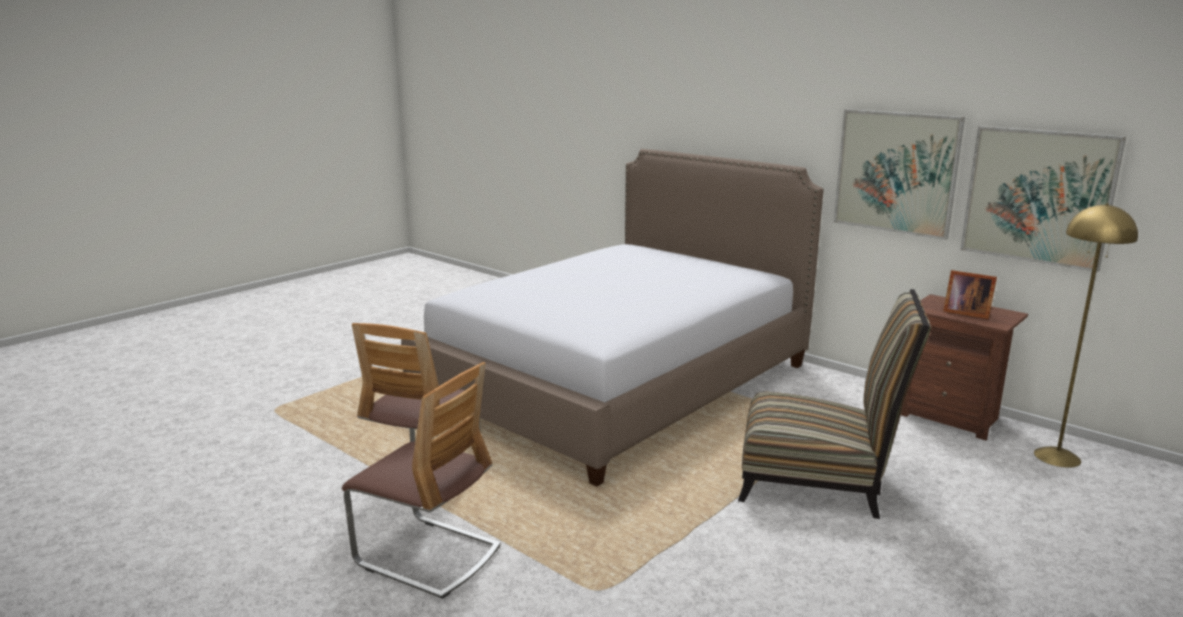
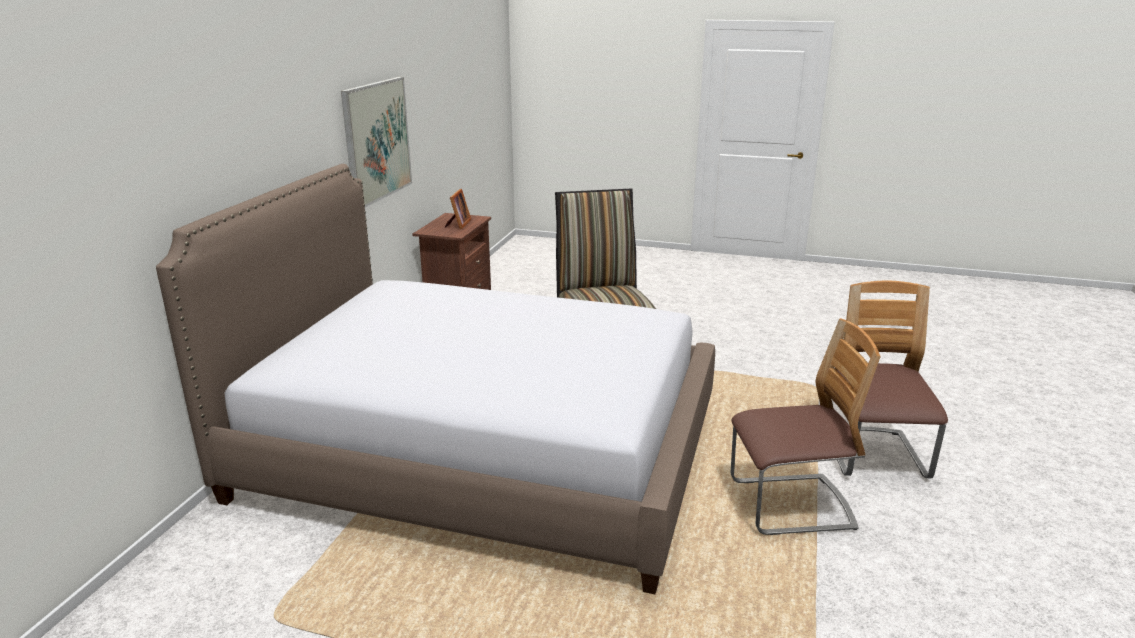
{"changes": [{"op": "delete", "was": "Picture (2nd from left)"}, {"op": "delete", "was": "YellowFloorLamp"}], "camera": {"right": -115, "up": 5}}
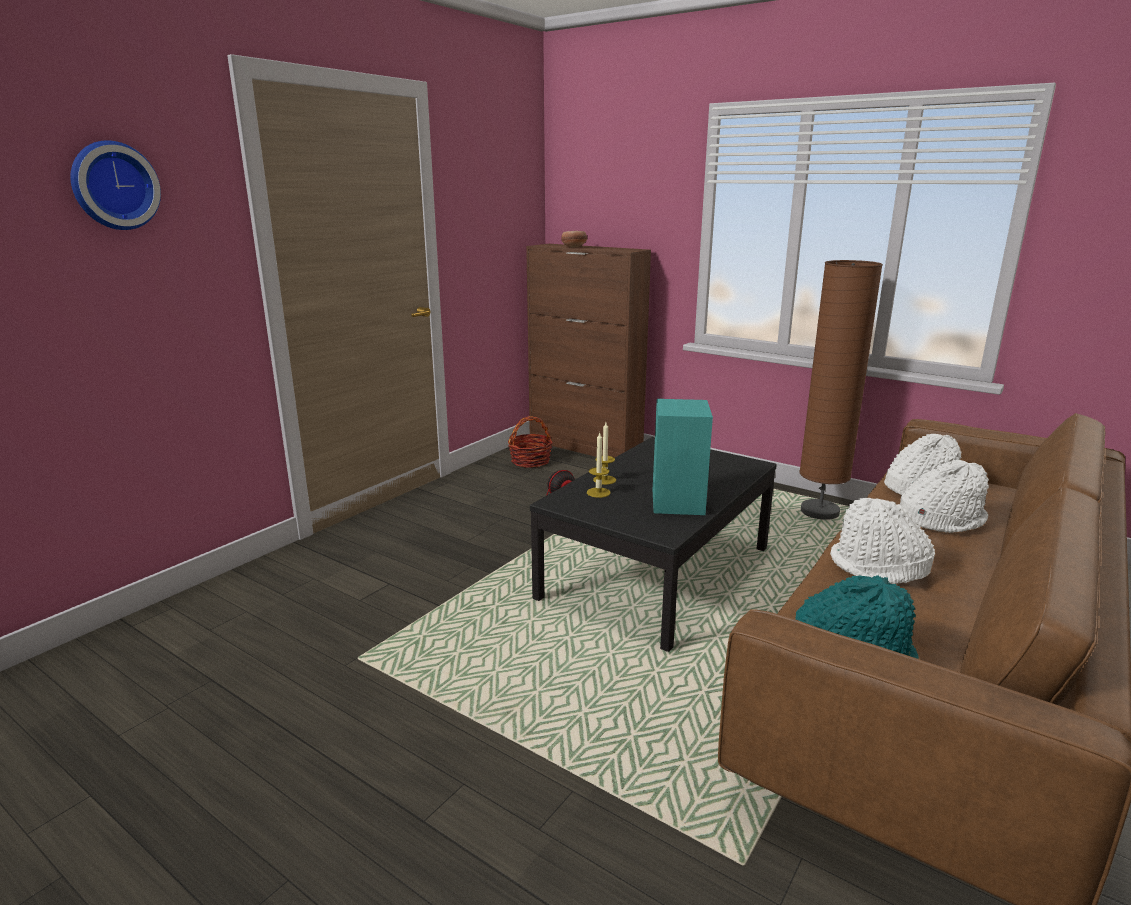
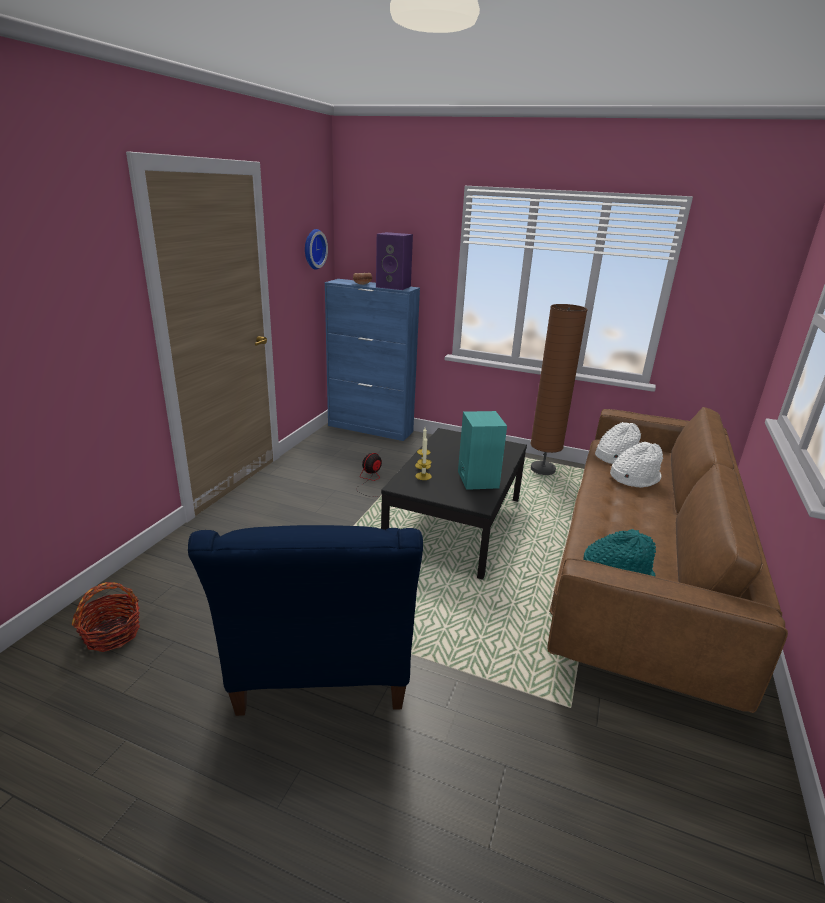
{"changes": [{"op": "delete", "was": "WhiteHat (1st from left)"}, {"op": "insert", "now": "BlueArmchair"}, {"op": "insert", "now": "PurpleSpeaker"}, {"op": "move", "was": "WallClock"}, {"op": "move", "was": "Basket"}, {"op": "recolor", "was": "BrownCabinet", "now": "BlueCabinet"}], "camera": {"right": -15, "up": 5}}
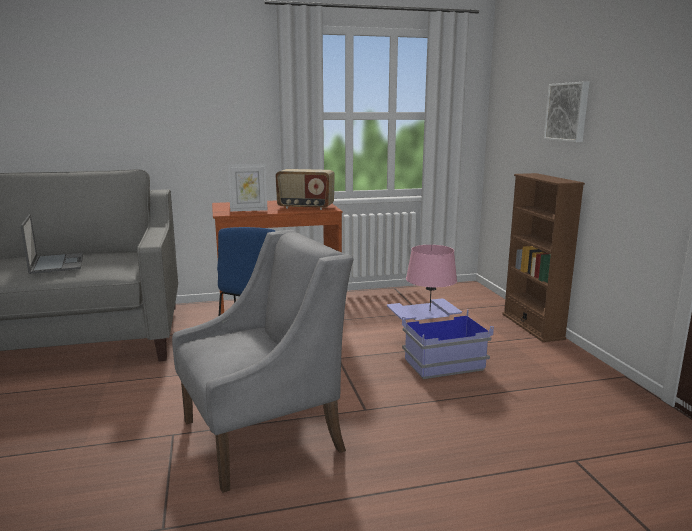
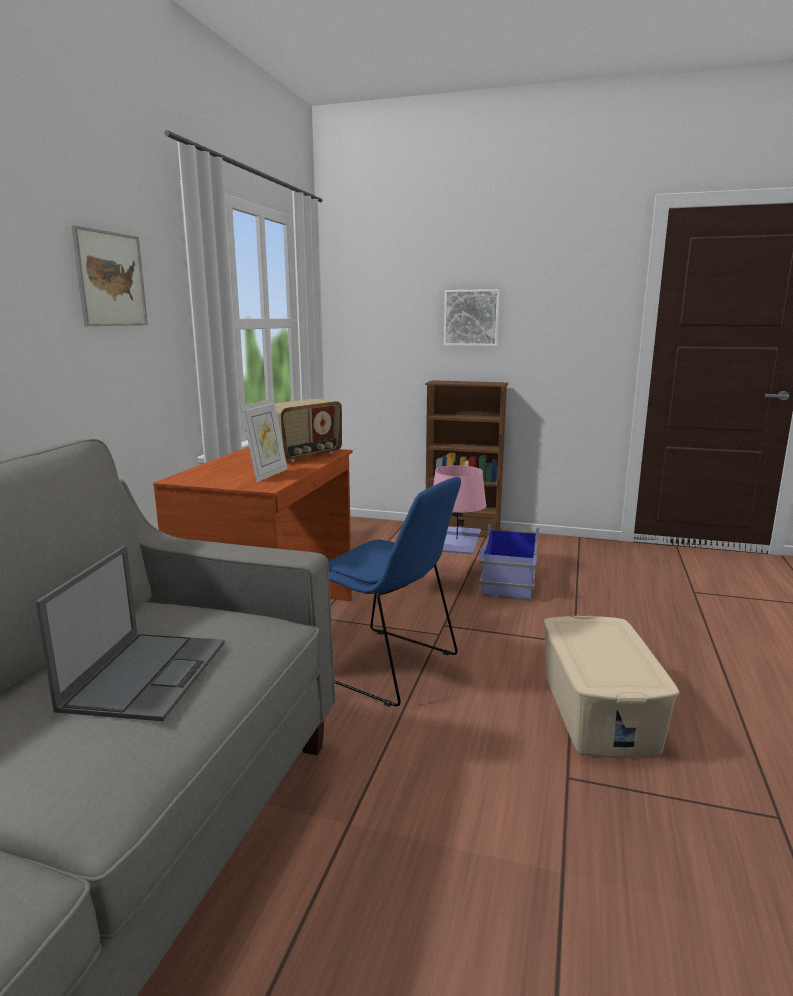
{"changes": [{"op": "insert", "now": "Picture (1st from left)"}, {"op": "replace", "was": "GreyArmchair", "now": "BeigeStorageBox"}, {"op": "rotate", "was": "Laptop", "clockwise": 90}], "camera": {"right": -60, "up": 0}}
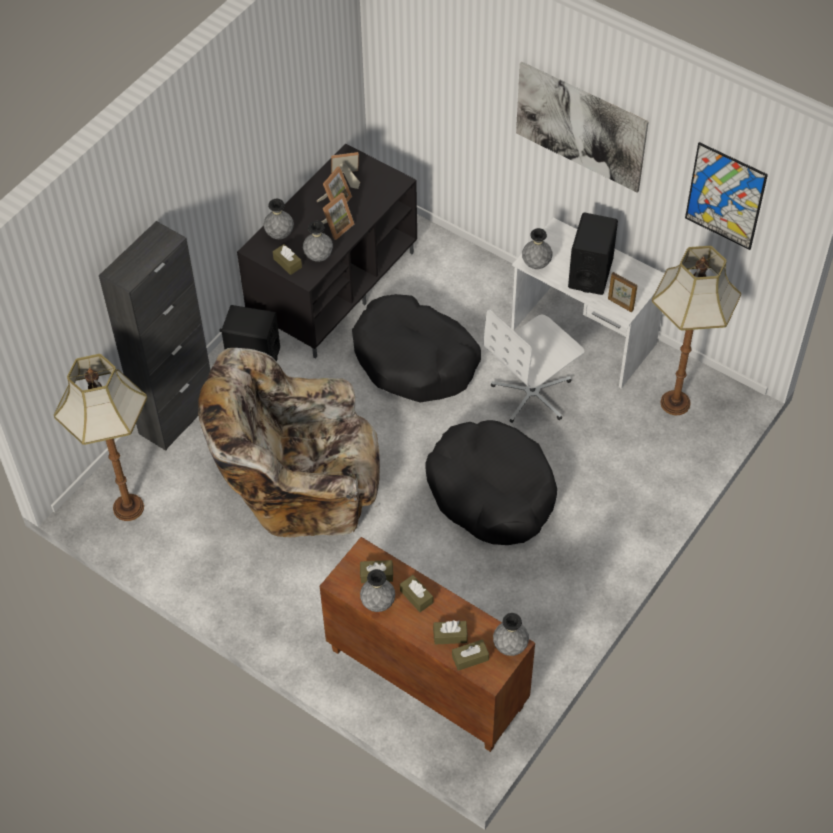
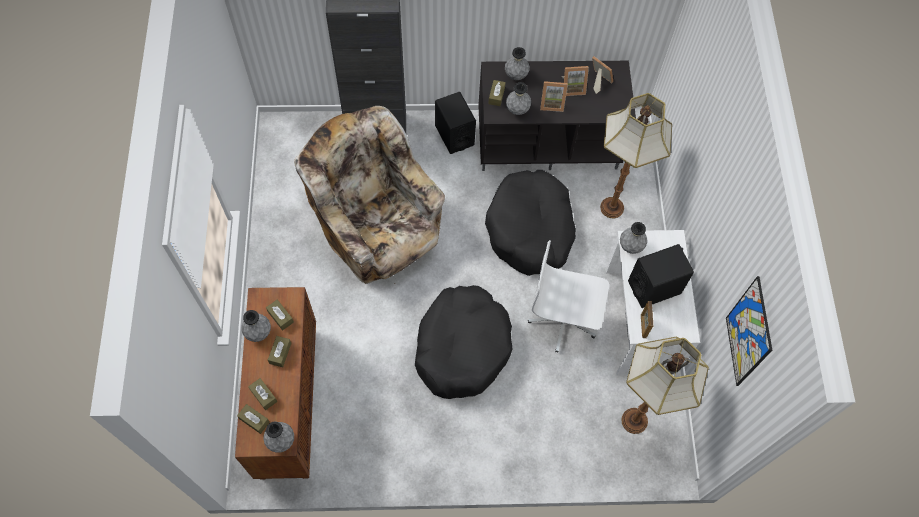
{"changes": [{"op": "delete", "was": "Picture (1st from left)"}, {"op": "move", "was": "FloorLamp (1st from left)"}], "camera": {"right": 50, "up": 10}}
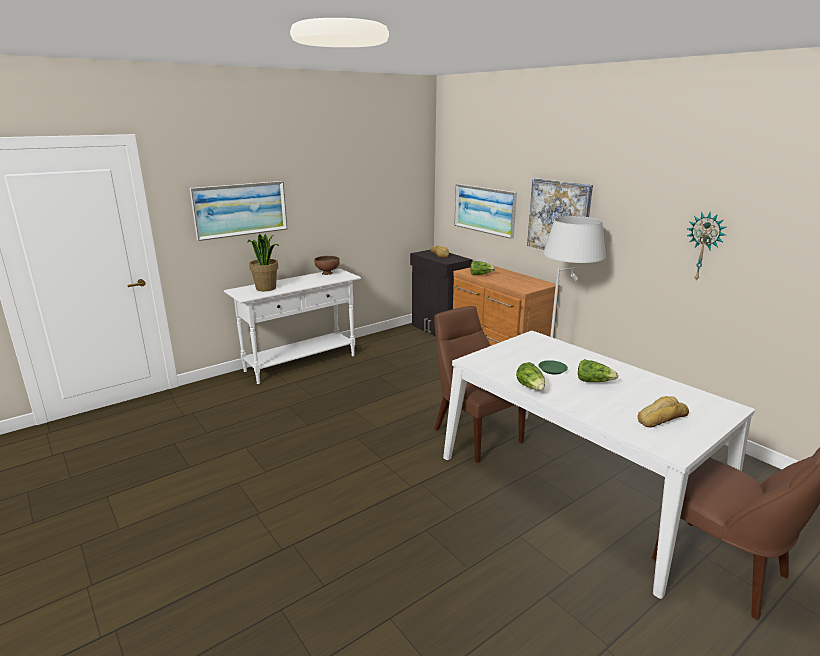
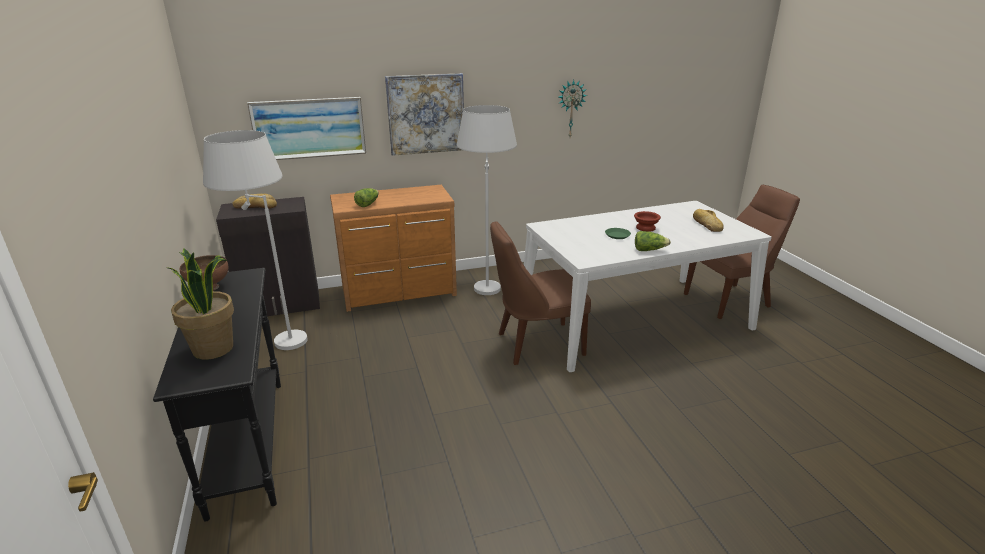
{"changes": [{"op": "delete", "was": "Picture (1st from left)"}, {"op": "insert", "now": "WhiteFloorLamp (1st from left)"}, {"op": "replace", "was": "Lettuce (3rd from left)", "now": "BrownBowl (2nd from left)"}, {"op": "recolor", "was": "WhiteConsoleTable", "now": "BlackConsoleTable"}], "camera": {"right": -70, "up": 5}}
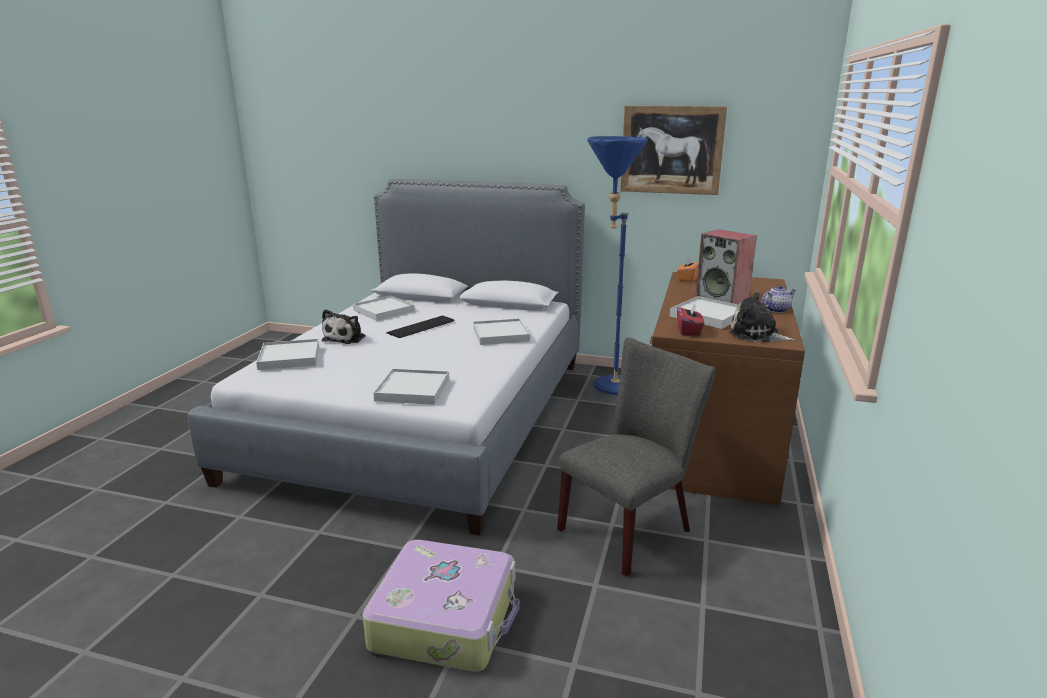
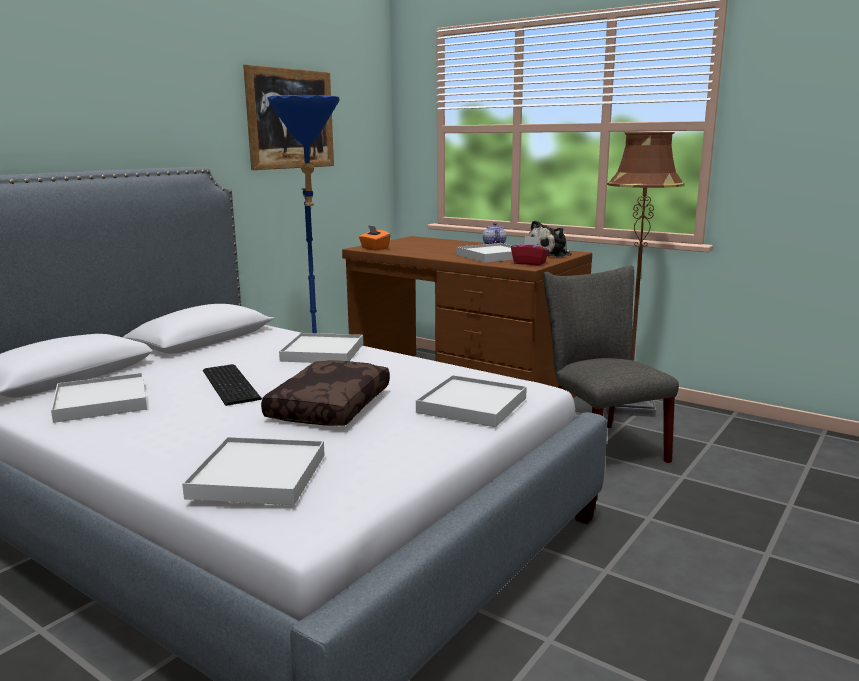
{"changes": [{"op": "delete", "was": "PlushToy (1st from left)"}, {"op": "delete", "was": "Suitcase"}, {"op": "delete", "was": "Speaker"}, {"op": "insert", "now": "BrownPillow"}, {"op": "insert", "now": "BrownFloorLamp"}], "camera": {"right": -70, "up": -5}}
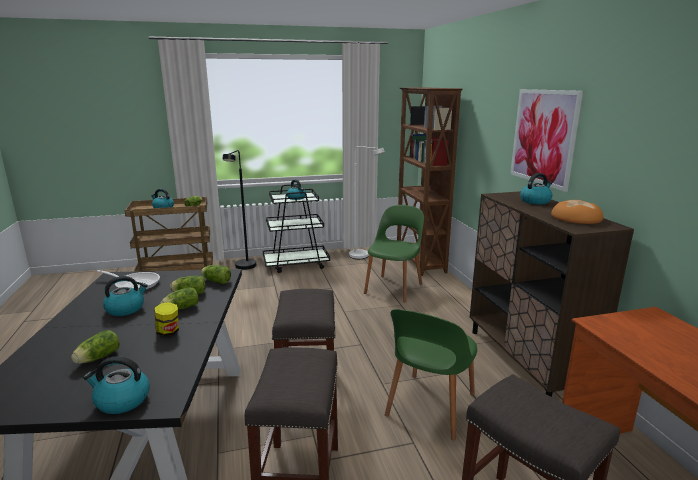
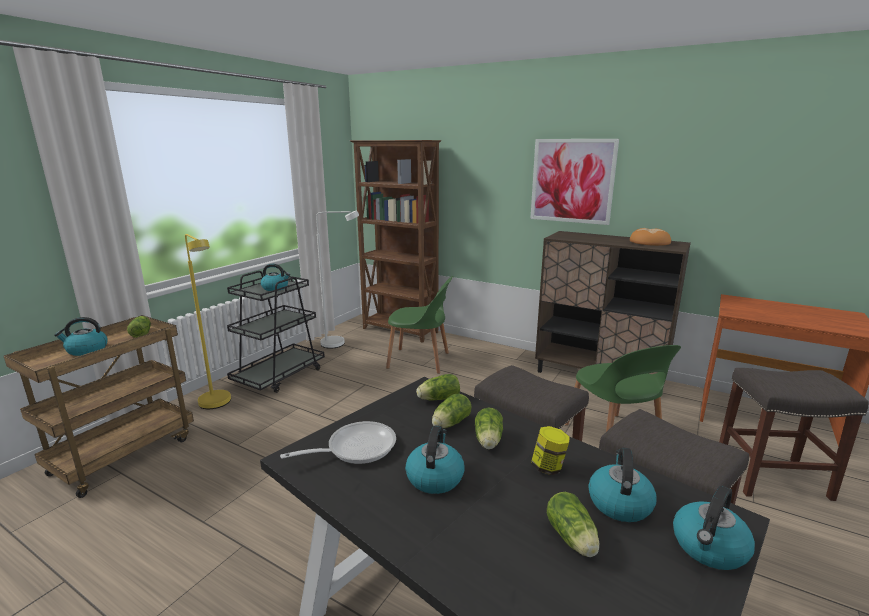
{"changes": [{"op": "move", "was": "Kettle (5th from left in the first image)", "now": "Kettle (4th from left)"}, {"op": "recolor", "was": "BlackFloorLamp", "now": "YellowFloorLamp"}, {"op": "rotate", "was": "GreenChair (1st from left)", "clockwise": 120}], "camera": {"right": -45, "up": 0}}
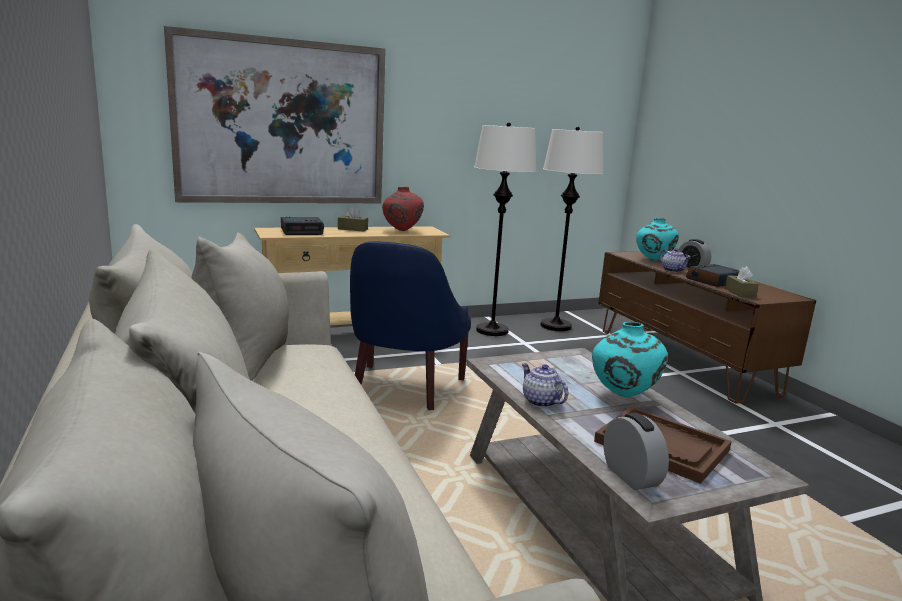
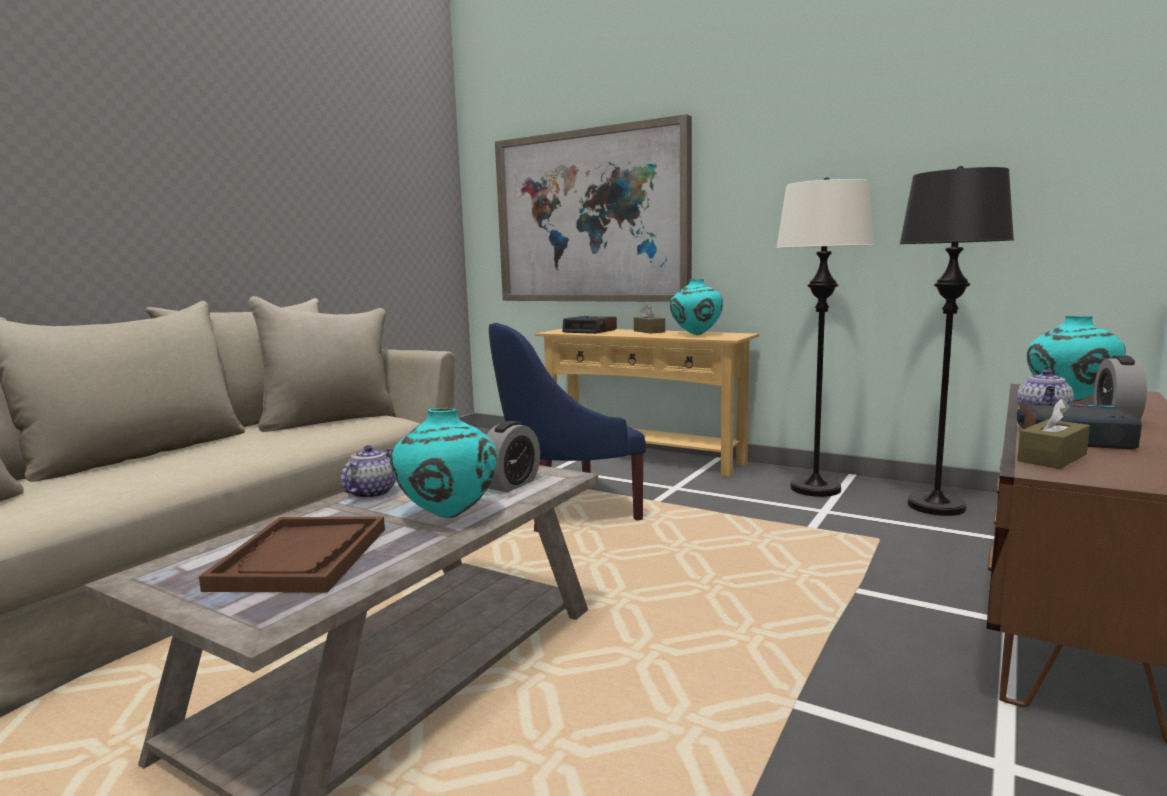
{"changes": [{"op": "move", "was": "AlarmClock (2nd from left in the first image)", "now": "AlarmClock (1st from left)"}, {"op": "recolor", "was": "RedVase", "now": "TurquoiseVase (2nd from left)"}, {"op": "recolor", "was": "WhiteFloorLamp (2nd from left)", "now": "BlackFloorLamp"}], "camera": {"right": 55, "up": -5}}
